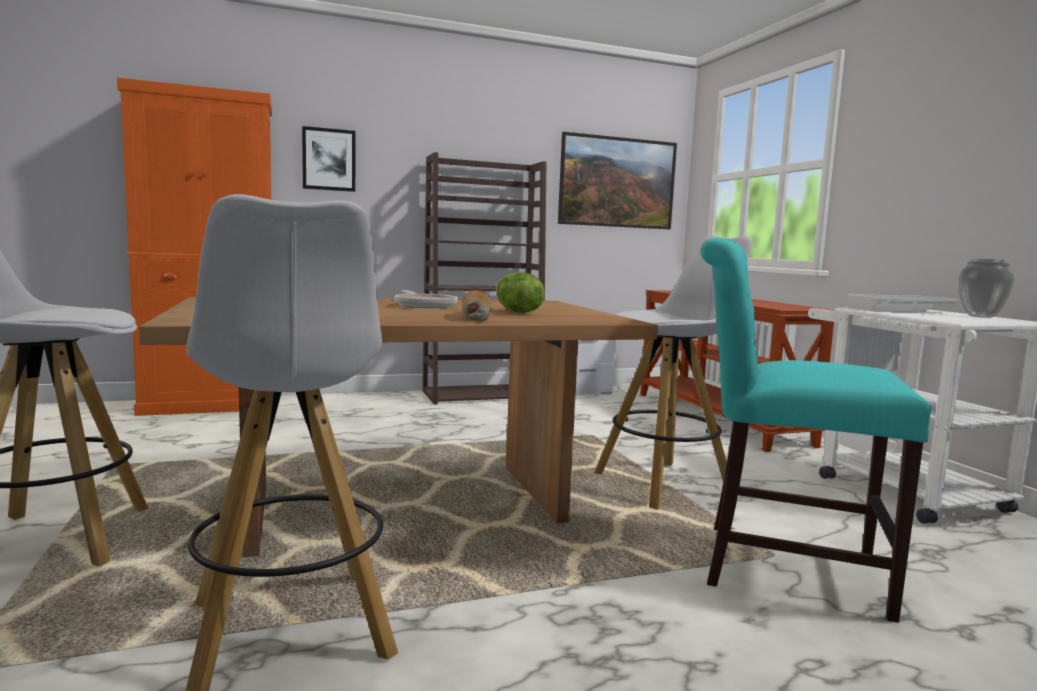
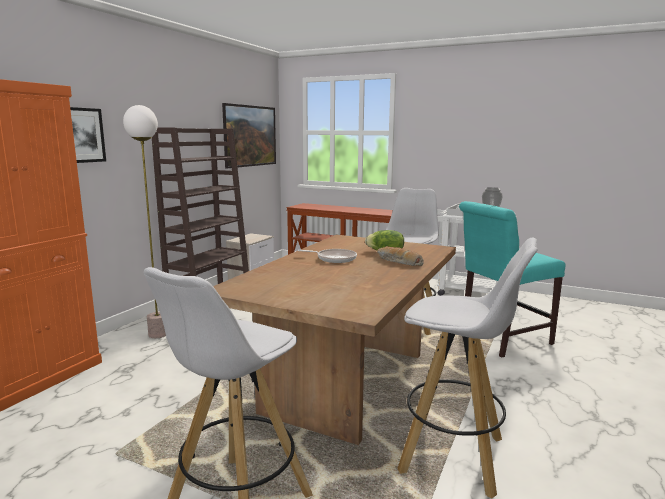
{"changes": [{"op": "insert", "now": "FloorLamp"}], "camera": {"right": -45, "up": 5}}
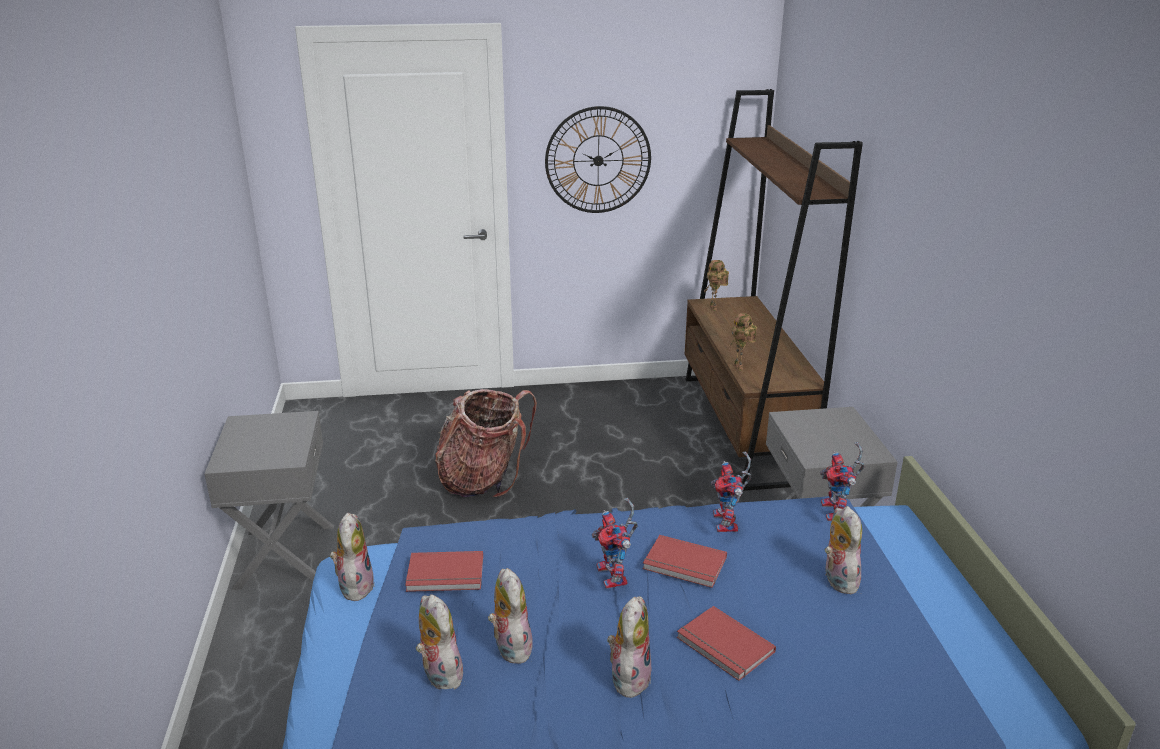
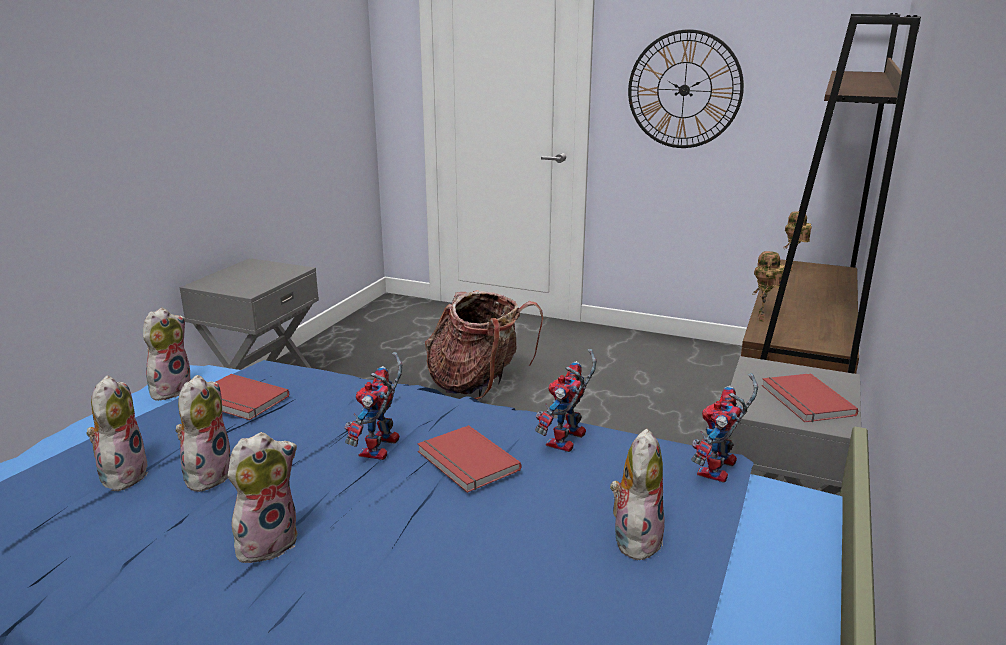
{"changes": [{"op": "move", "was": "RedBook (3rd from left)"}], "camera": {"right": 30, "up": -5}}
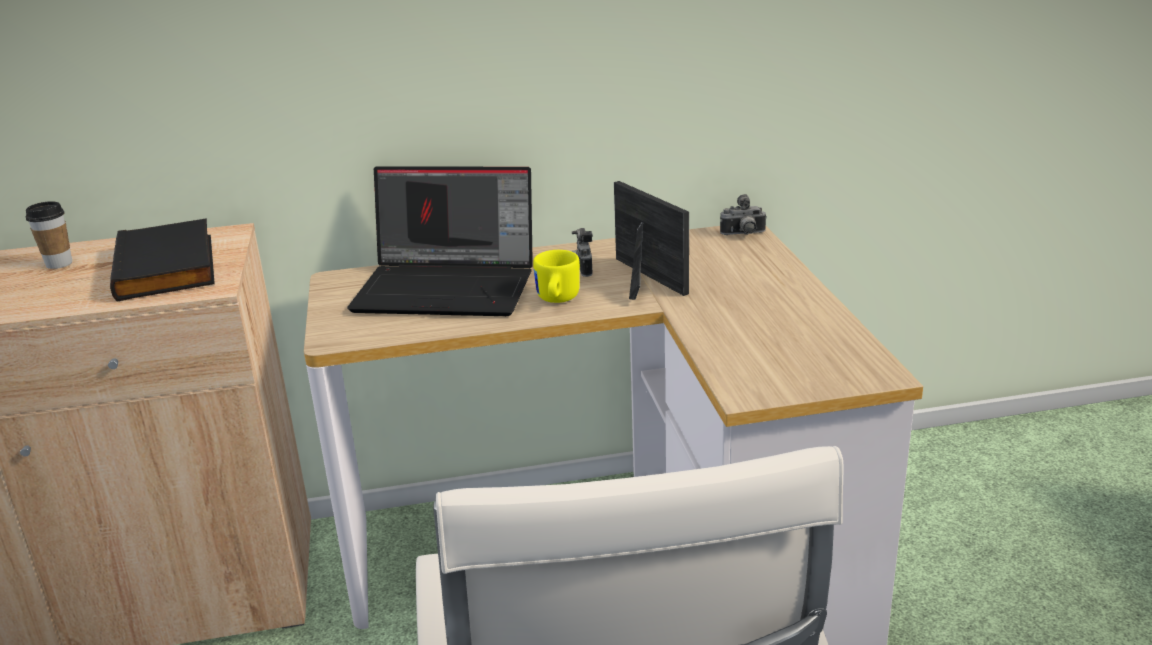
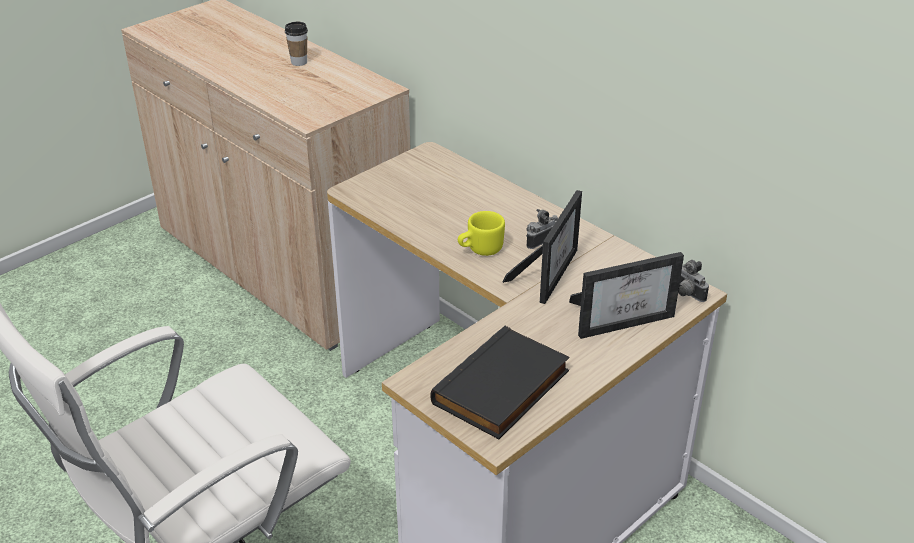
{"changes": [{"op": "delete", "was": "Laptop"}, {"op": "insert", "now": "PictureFrame (2nd from left)"}, {"op": "move", "was": "BlackBook"}], "camera": {"right": 55, "up": 10}}
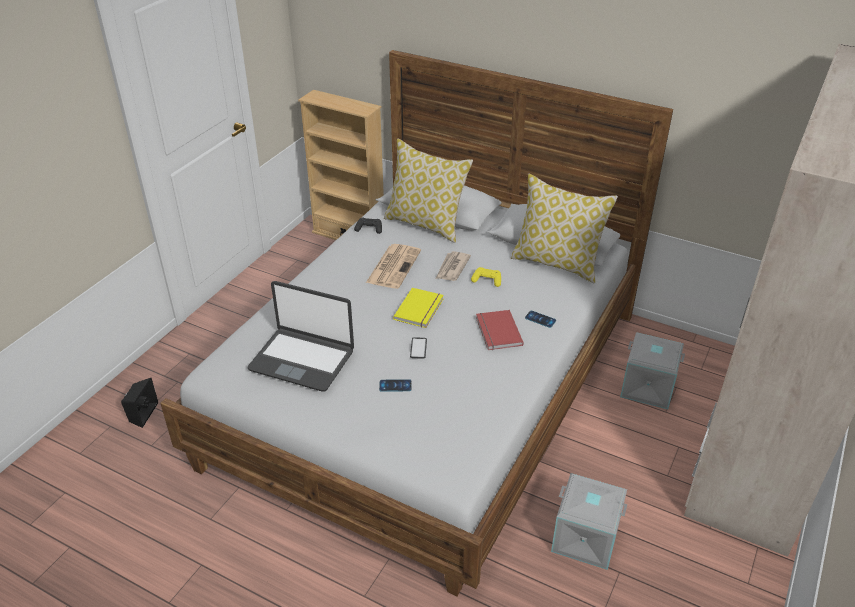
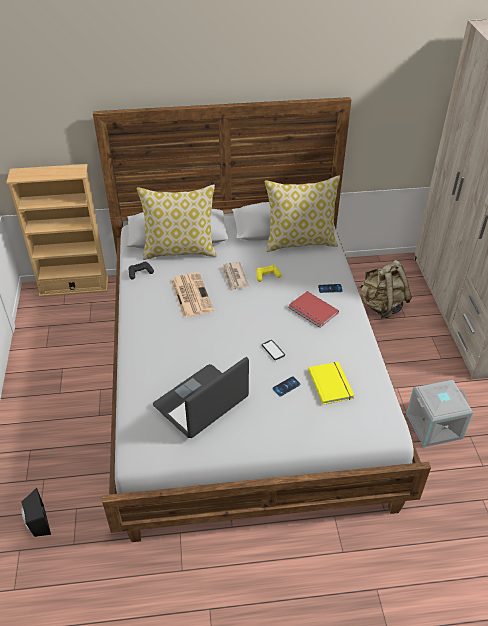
{"changes": [{"op": "move", "was": "YellowBook"}, {"op": "replace", "was": "GreyStorageBox (2nd from left)", "now": "BeigeBackpack"}, {"op": "rotate", "was": "Laptop", "clockwise": 150}], "camera": {"right": -35, "up": 5}}
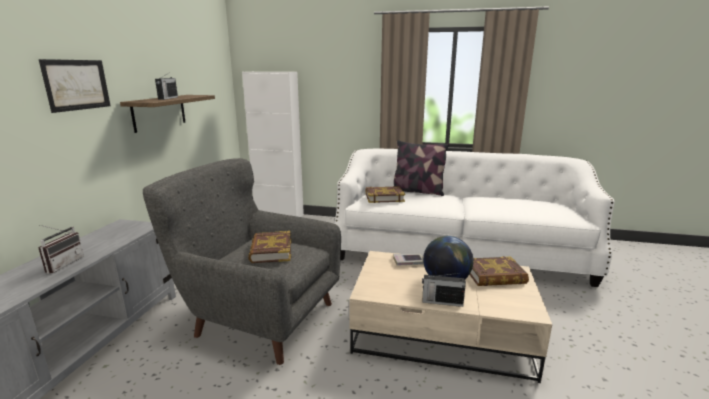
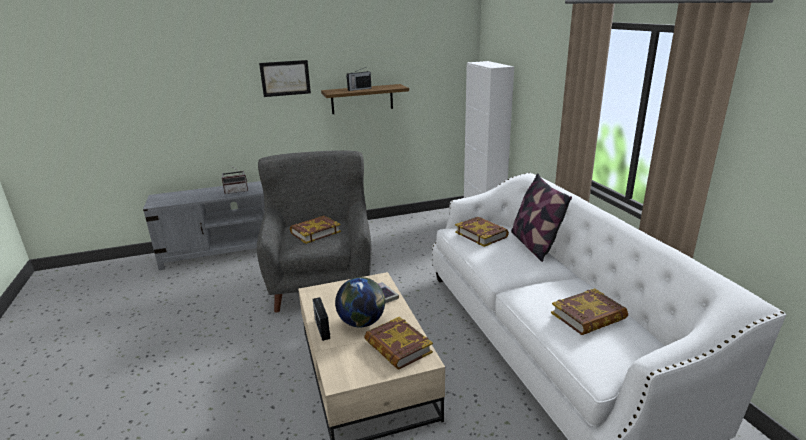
{"changes": [{"op": "insert", "now": "Book (5th from left)"}], "camera": {"right": 60, "up": 5}}
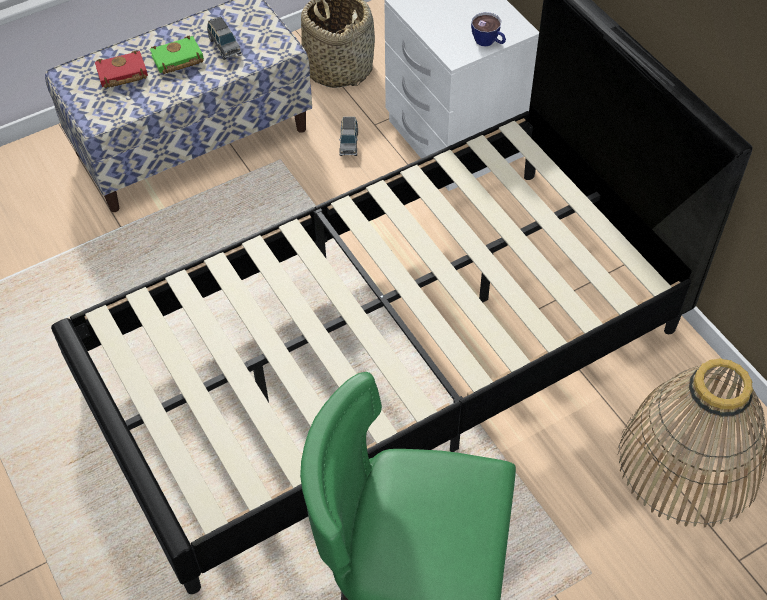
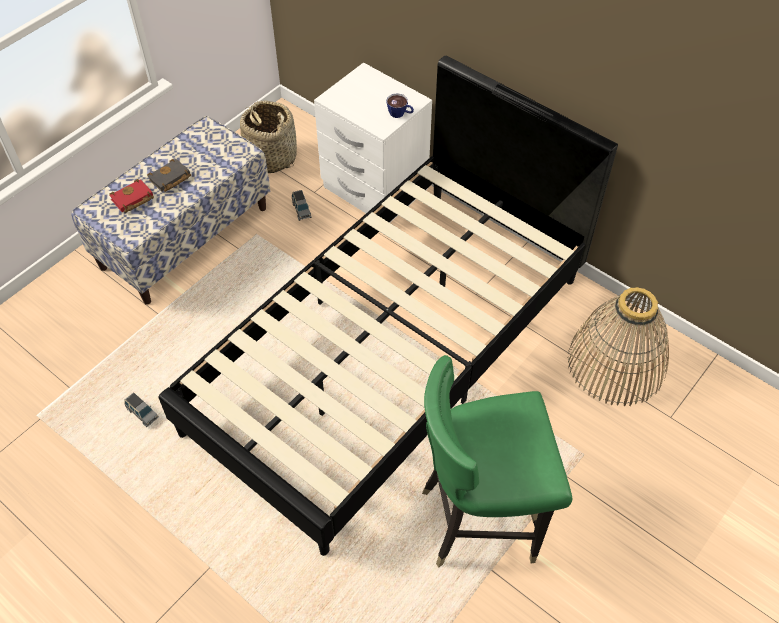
{"changes": [{"op": "move", "was": "GreyToyCar (1st from left)"}, {"op": "recolor", "was": "GreenBook", "now": "BlackBook"}], "camera": {"right": -20, "up": 0}}
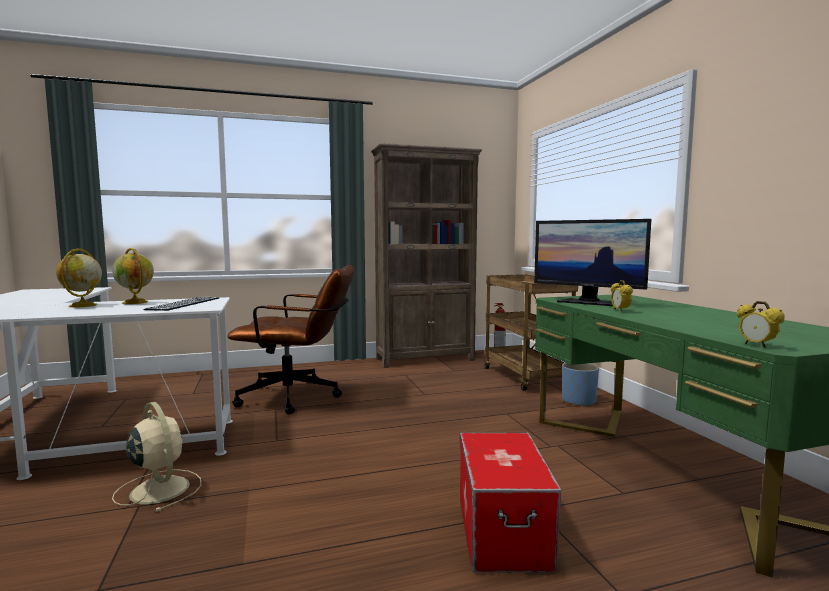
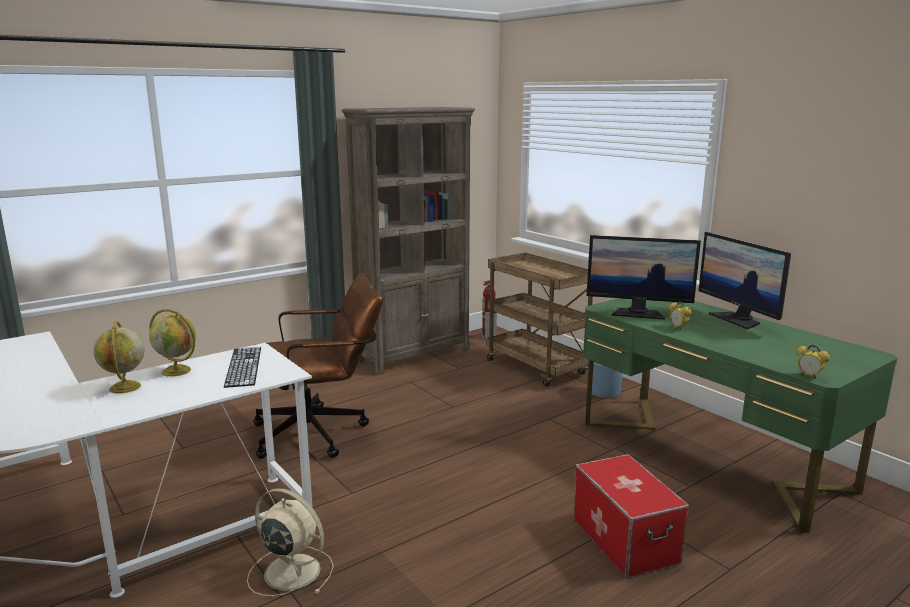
{"changes": [{"op": "insert", "now": "Monitor (2nd from left)"}], "camera": {"right": -20, "up": 10}}
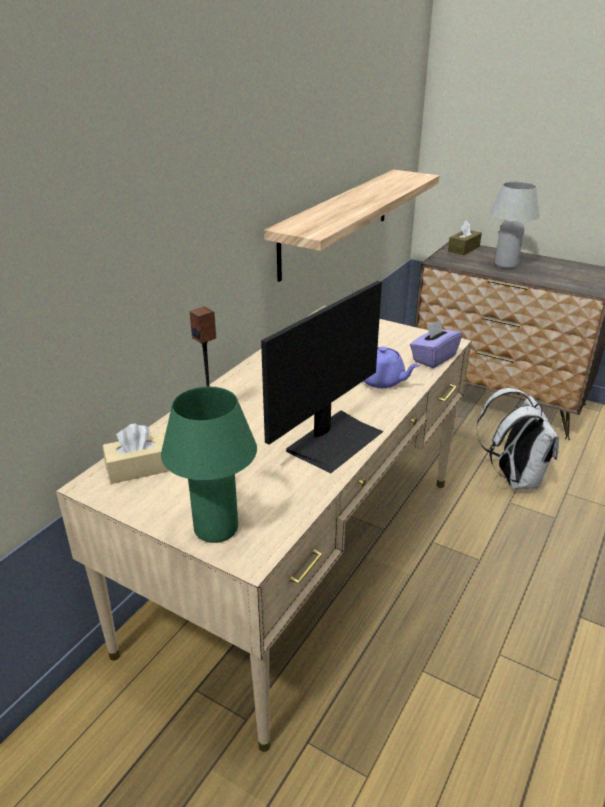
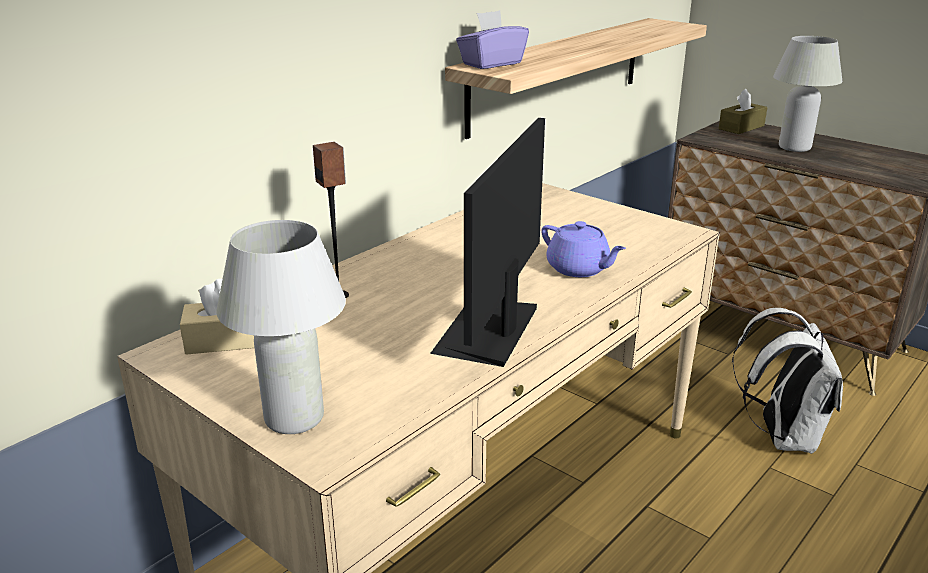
{"changes": [{"op": "move", "was": "PurpleTissueBox"}, {"op": "recolor", "was": "GreenTableLamp", "now": "WhiteTableLamp (1st from left)"}, {"op": "rotate", "was": "Monitor", "clockwise": 150}], "camera": {"right": 10, "up": -5}}
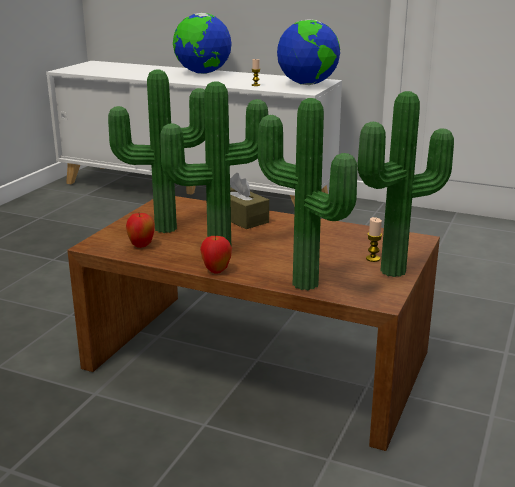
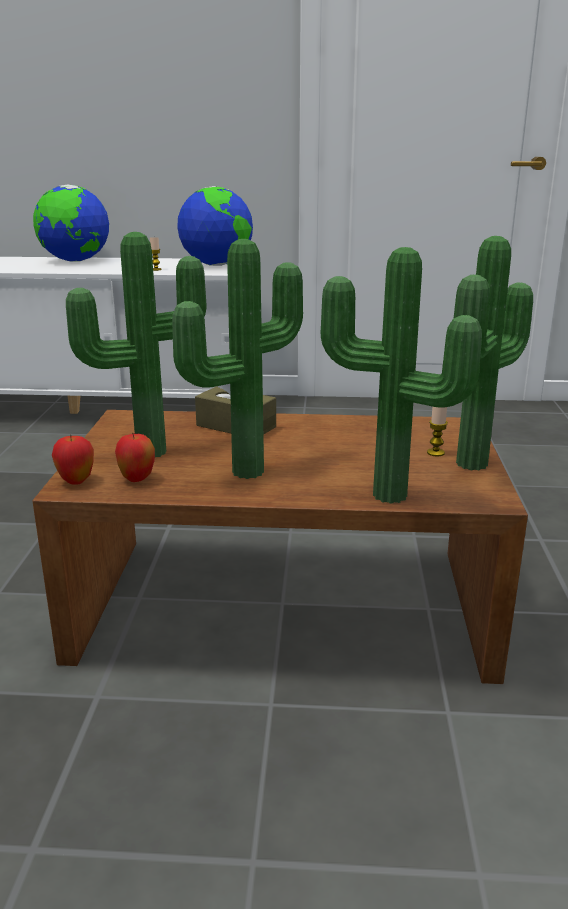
{"changes": [{"op": "move", "was": "Apple (2nd from left in the first image)", "now": "Apple (1st from left)"}], "camera": {"right": -20, "up": 0}}
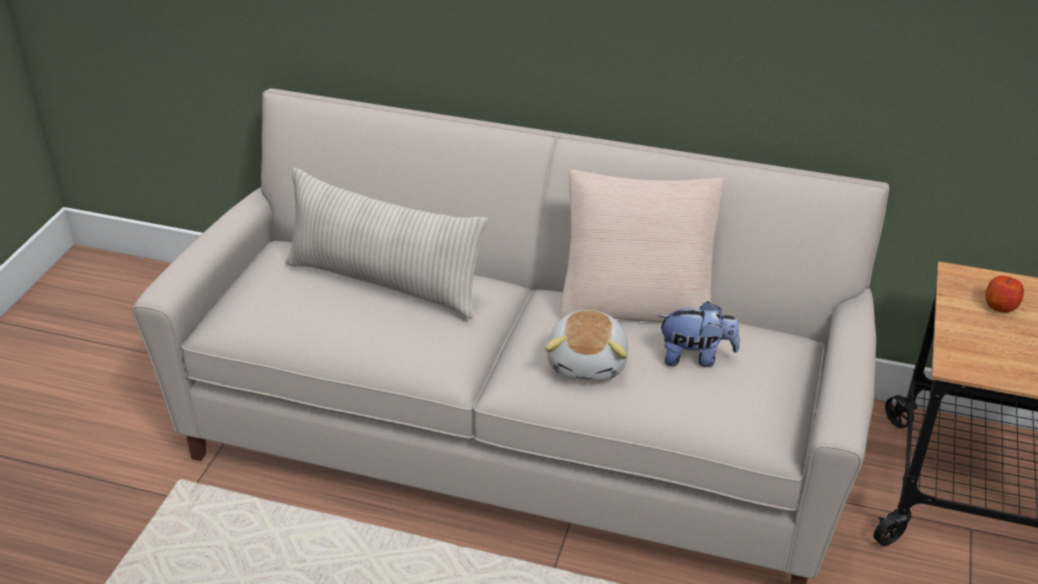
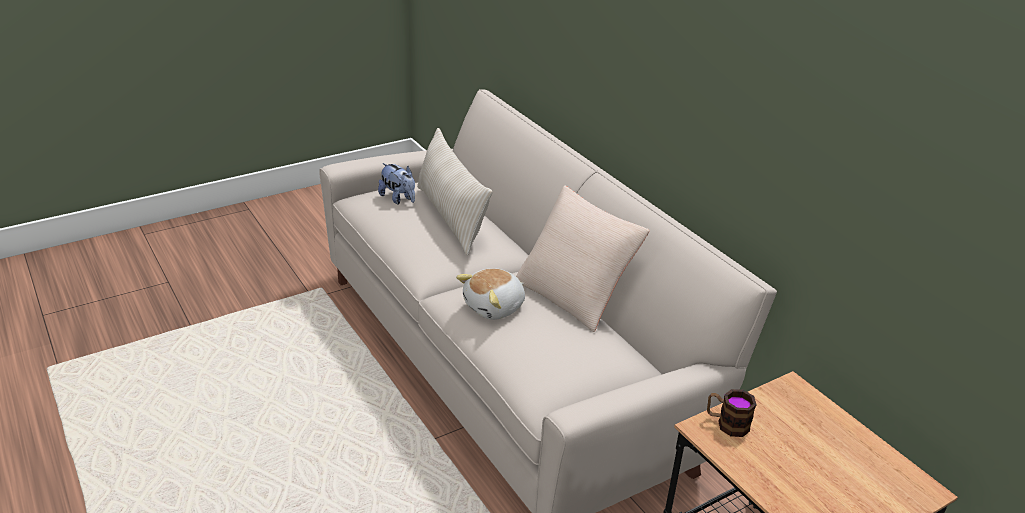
{"changes": [{"op": "delete", "was": "Apple"}, {"op": "insert", "now": "Mug"}, {"op": "move", "was": "PlushToy (2nd from left in the first image)", "now": "PlushToy (1st from left)"}], "camera": {"right": 40, "up": -5}}
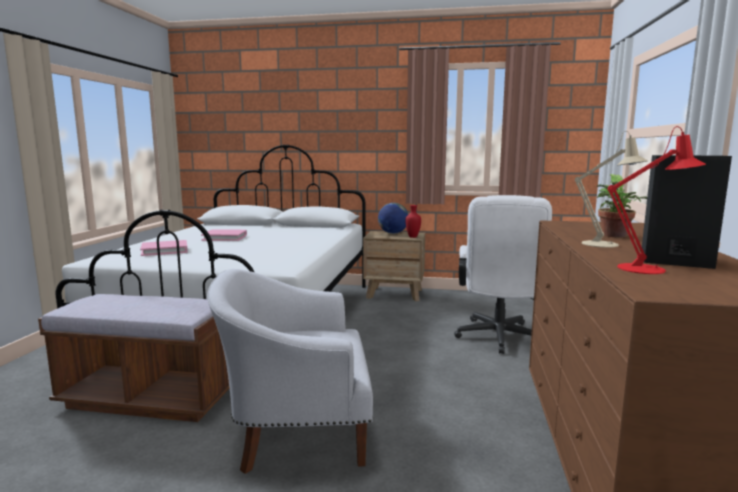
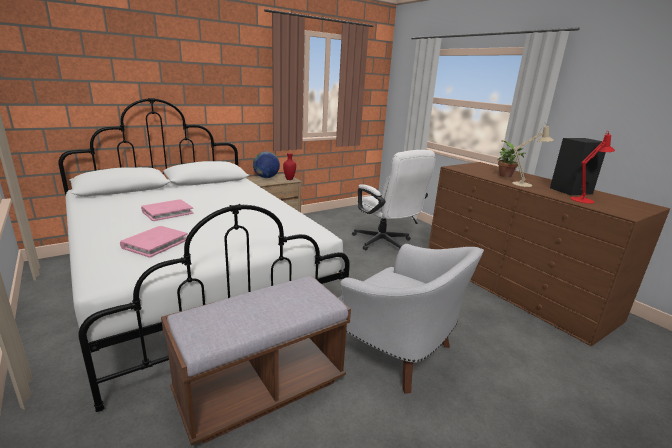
{"changes": [{"op": "rotate", "was": "WhiteArmchair", "clockwise": -90}], "camera": {"right": -45, "up": 10}}
